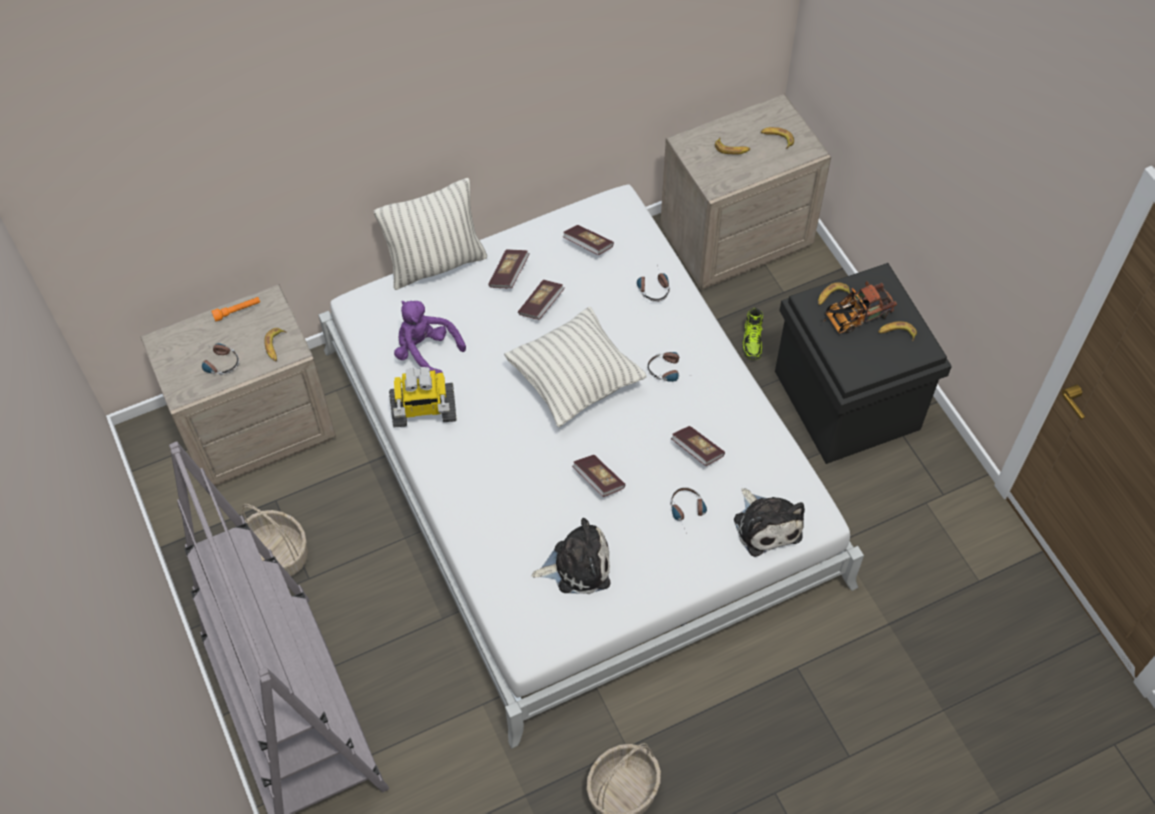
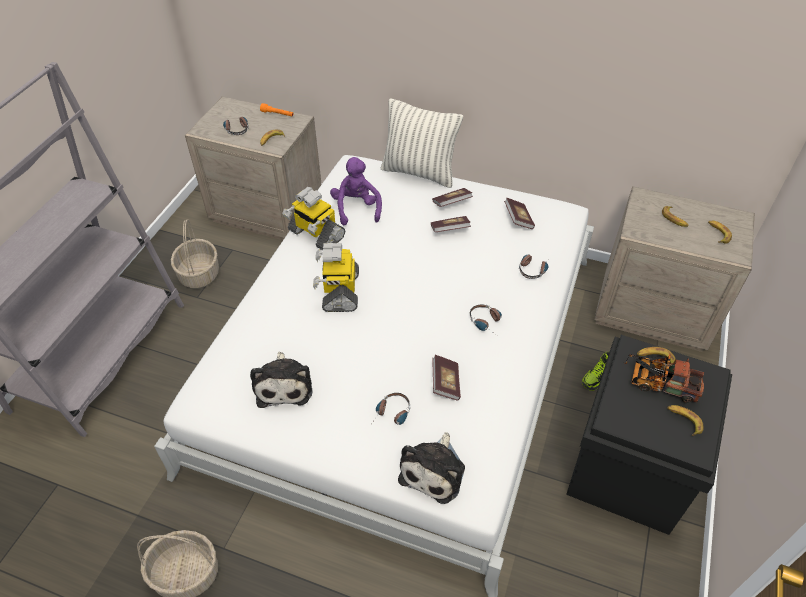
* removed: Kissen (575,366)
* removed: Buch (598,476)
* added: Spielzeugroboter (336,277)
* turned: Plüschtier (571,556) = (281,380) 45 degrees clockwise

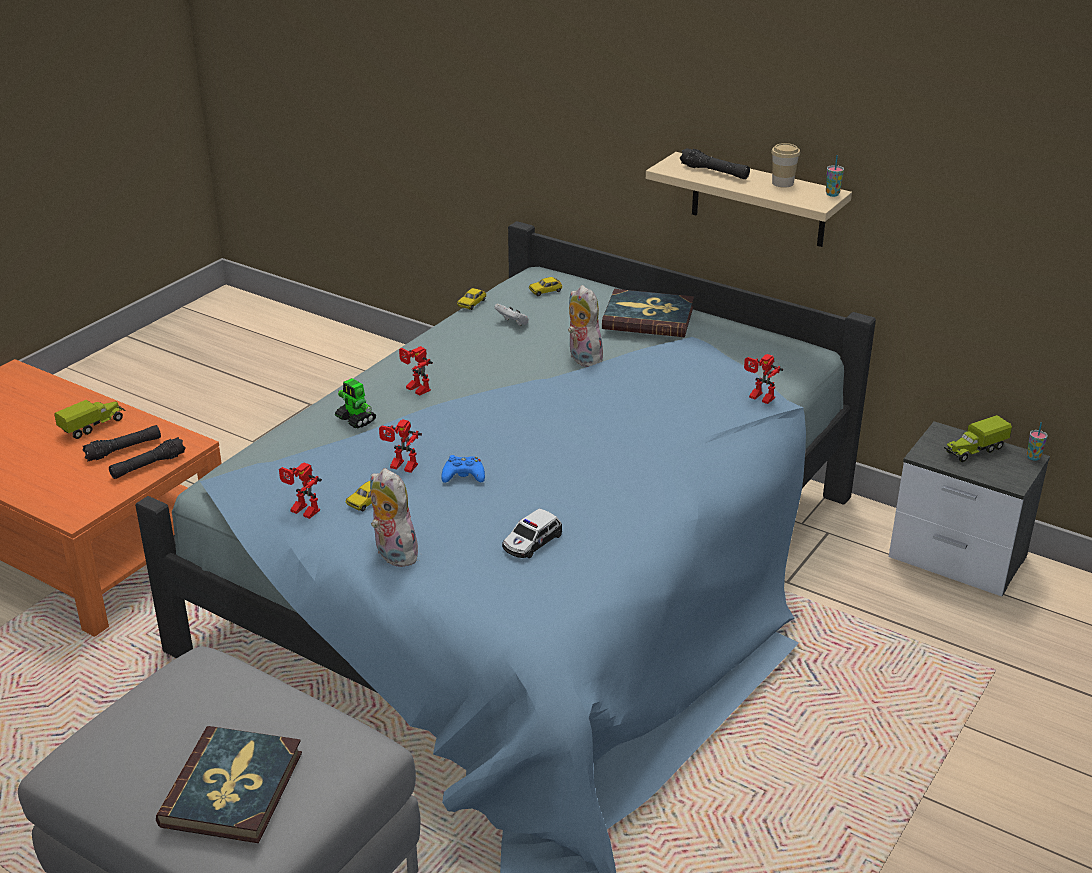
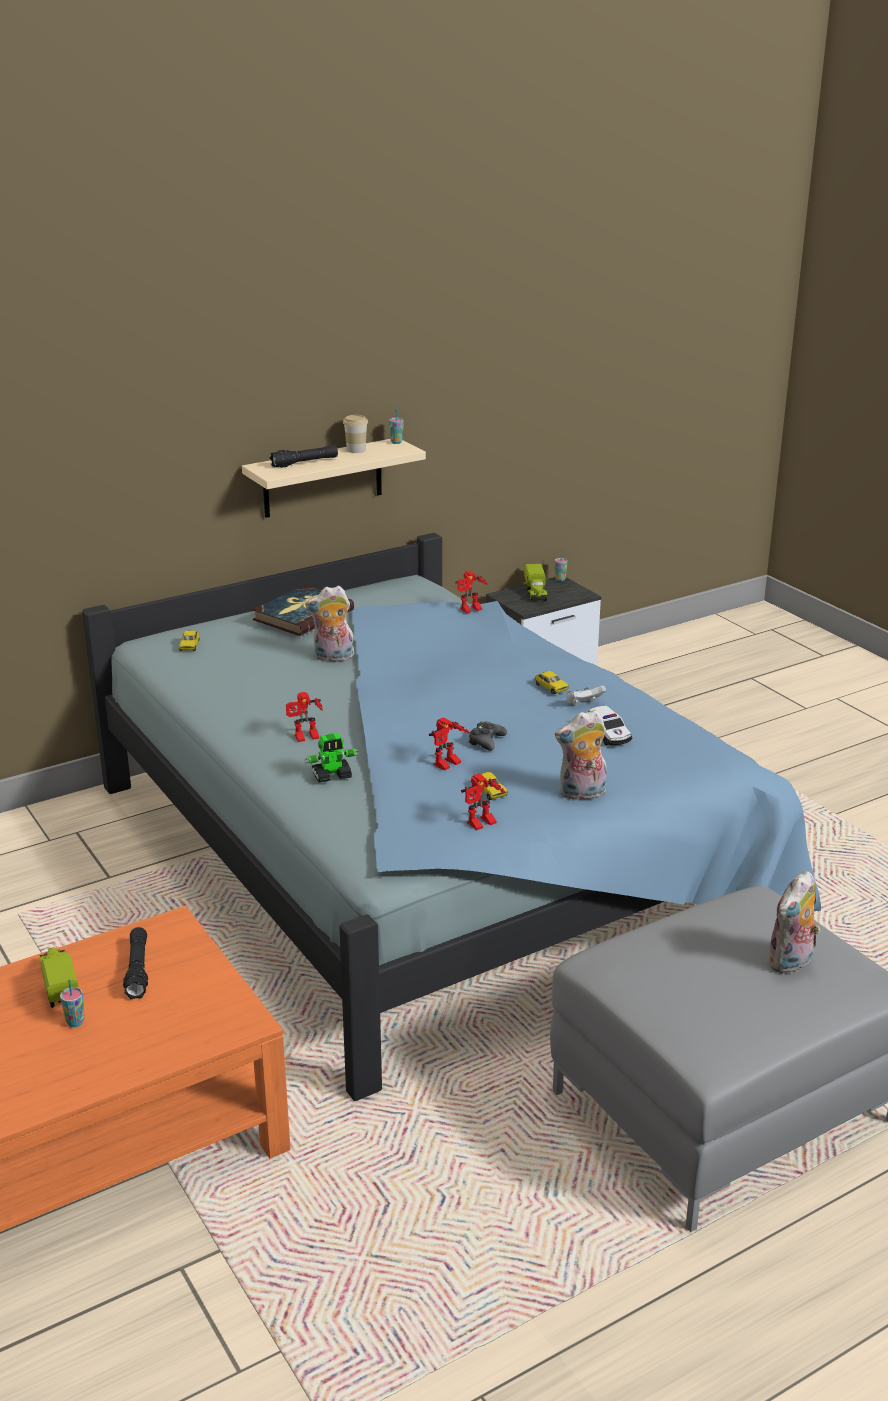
* removed: Taschenlampe/schwarz (147,458)
* added: Tasse (72,1003)
* moved: Spielzeugauto (471,299) to (552,683)
* moved: Gamepad/weiß (511,314) to (586,695)
* replaced: Buch (229,784) to Plüschtier (794,922)
* recoloured: Gamepad/blau (463,469) to Gamepad/schwarz (487,736)

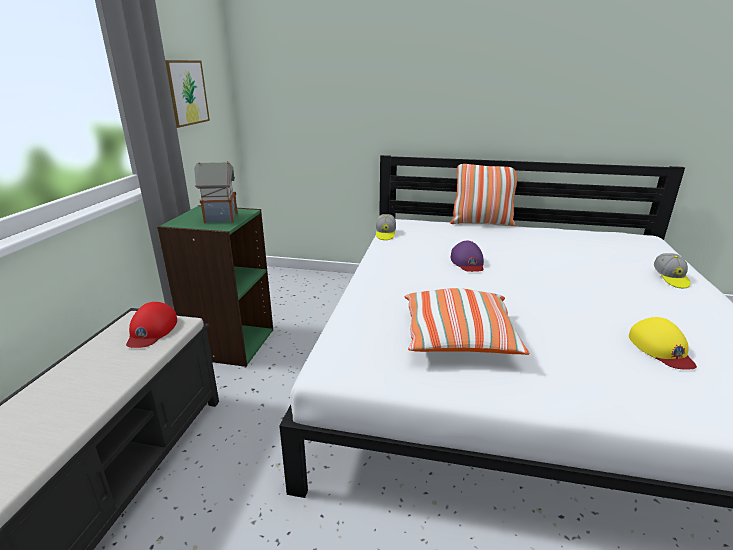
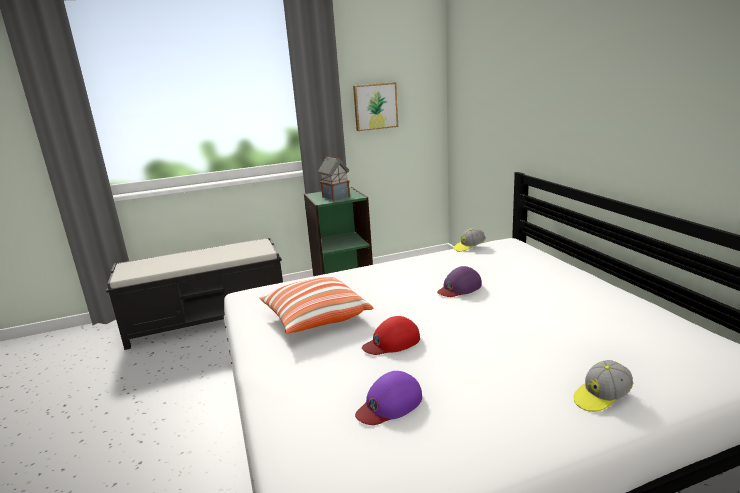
* removed: Kissen (483,195)
* moved: Kappe/rot (151,325) to (391,335)
* recoloured: Kappe/gelb (663,343) to Kappe/lila (388,398)

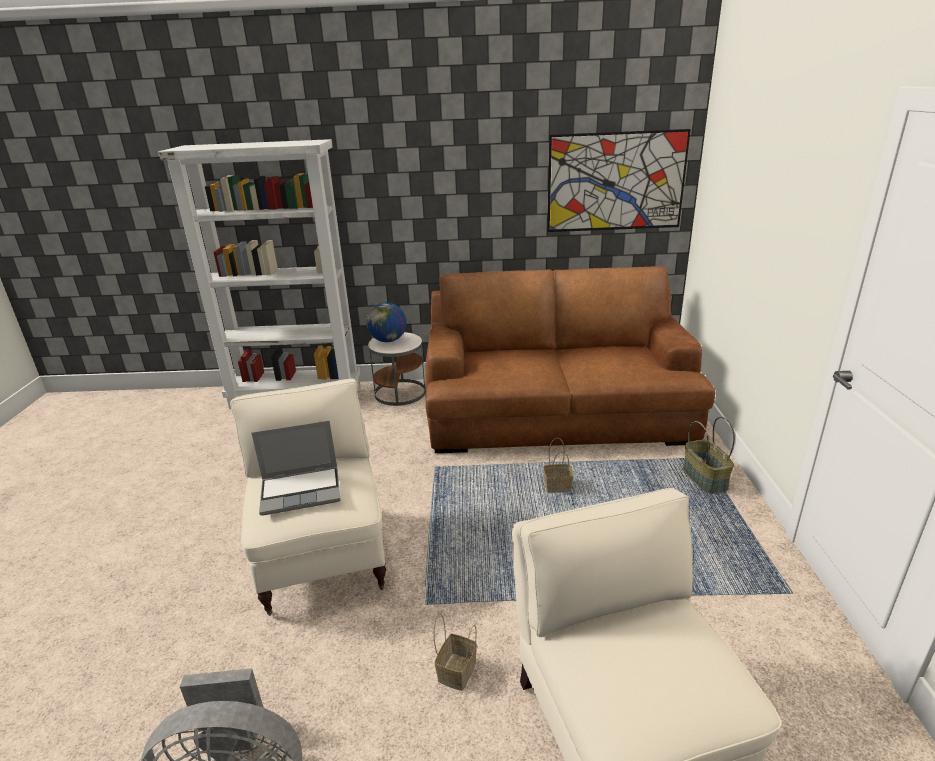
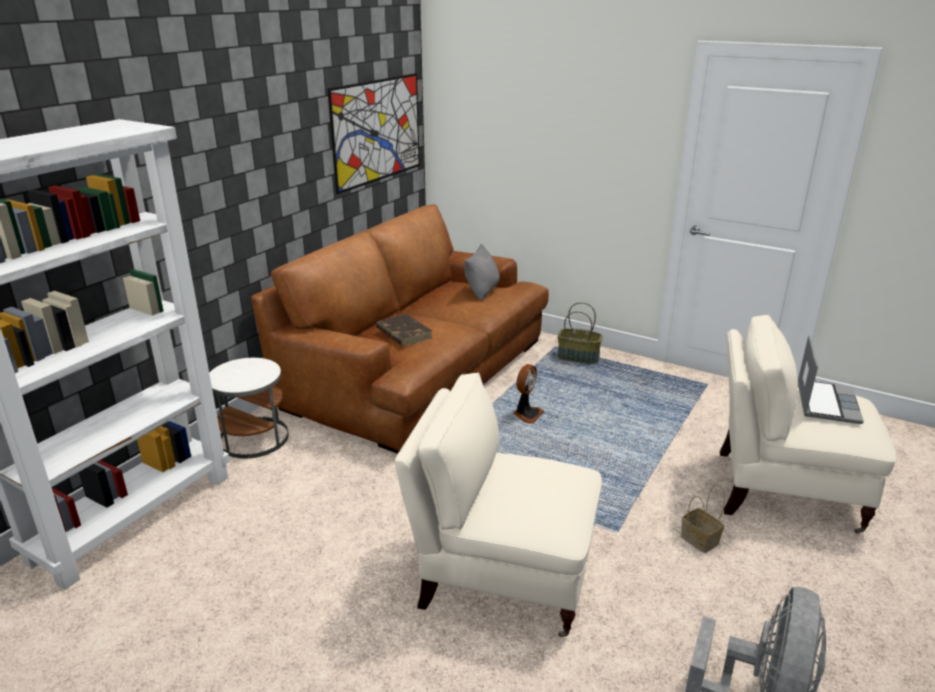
* removed: Globus (386,322)
* added: Buch/braun (404,330)
* added: Kissen/grau (482,272)
* moved: Laptop (295,467) to (831,380)
* replaced: Korb (558,465) to Ventilator (528,394)

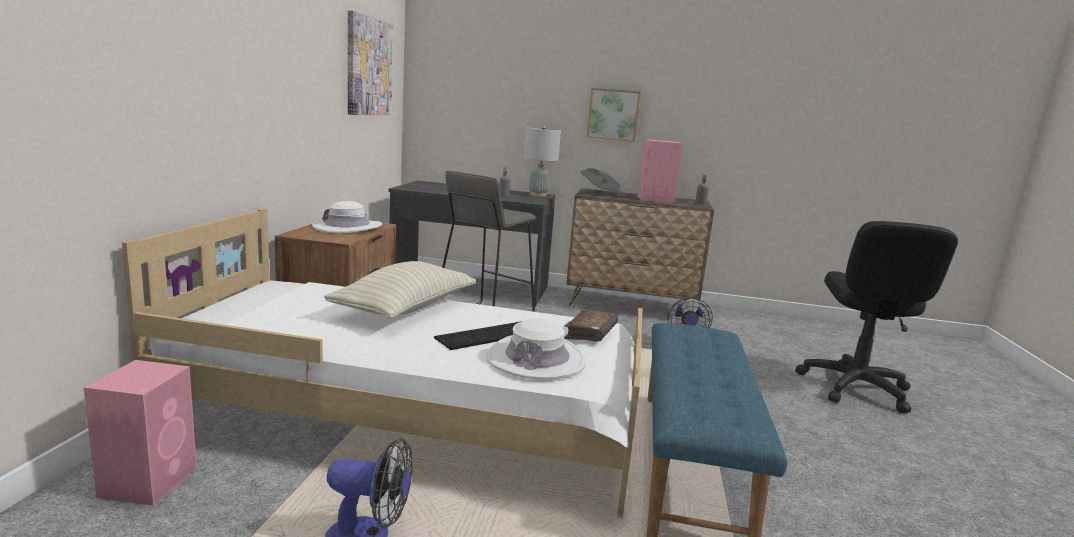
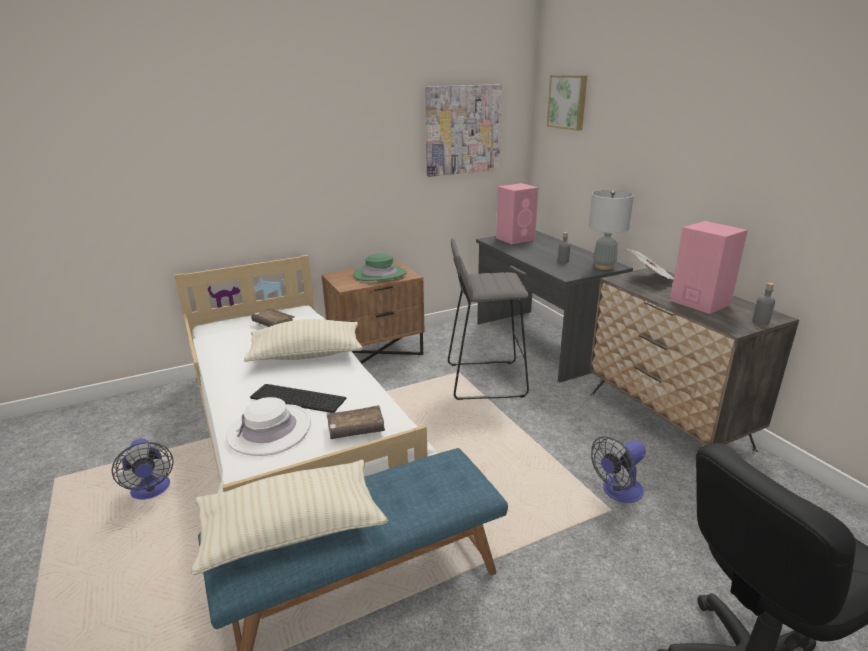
* added: Kissen/beige (289,517)
* added: Buch/braun (273,317)
* moved: Lautsprecher/rosa (140,433) to (517,213)
* moved: Bild (614,115) to (567,103)
* recoloured: Hut/weiß (347,217) to Hut/grün (380,267)

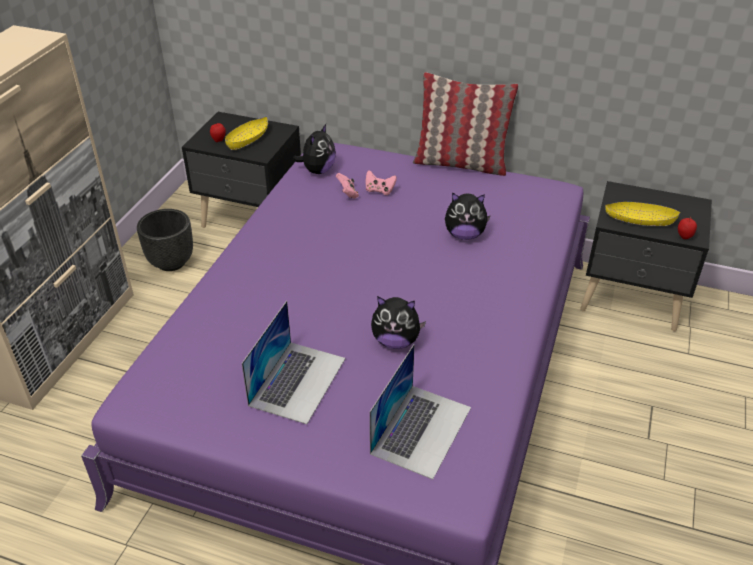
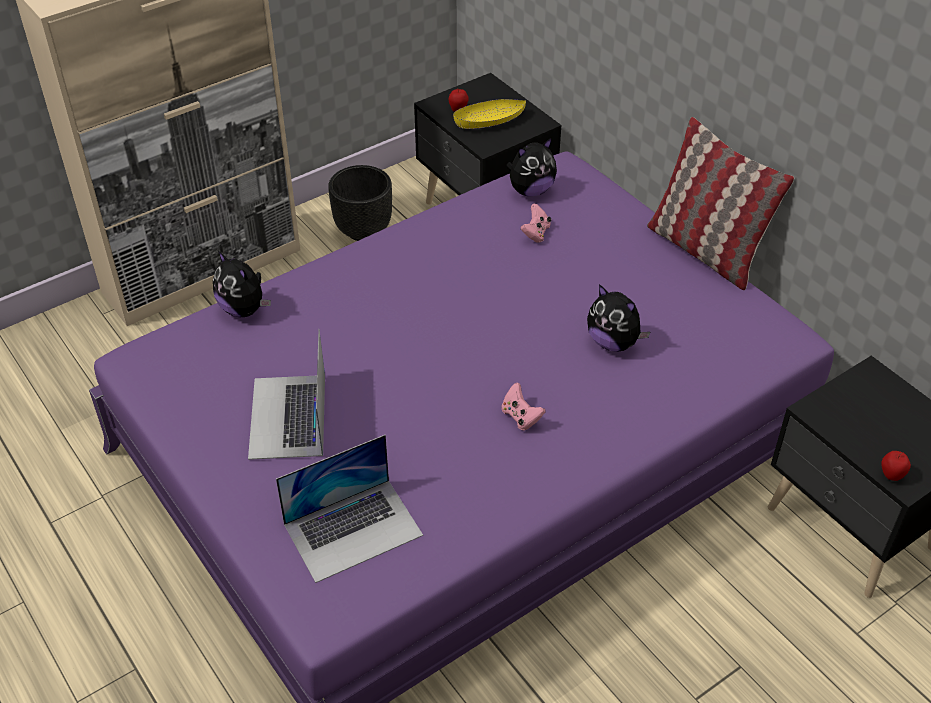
* removed: Schüssel/gelb (642,214)
* moved: Gamepad/rosa (381,182) to (523,406)
* moved: Plüschtier (398,322) to (242,284)
* turned: Laptop (293,362) = (286,394) 120 degrees clockwise

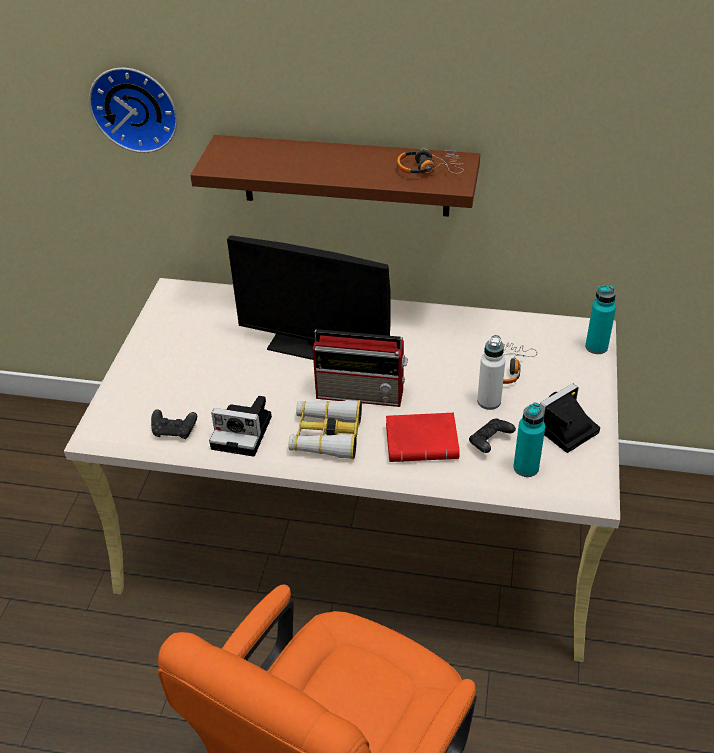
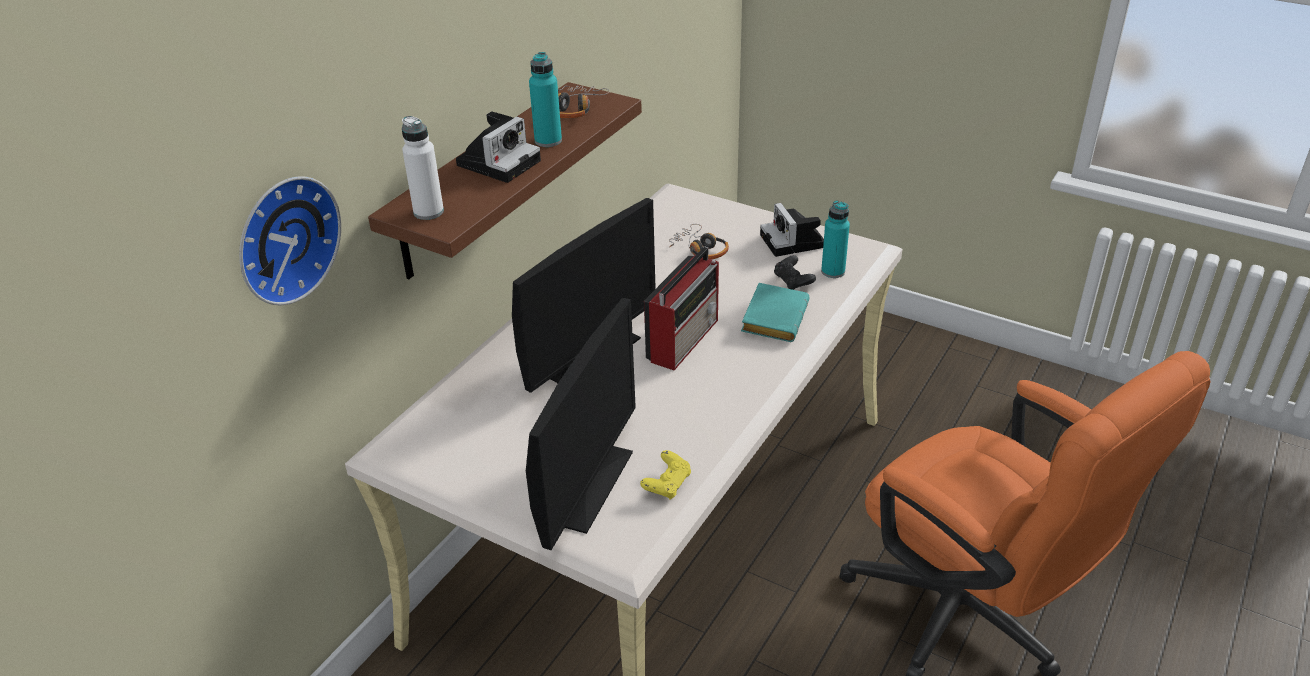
* removed: Fernglas (325,429)
* added: Monitor (581,424)
* moved: Kamera (240,426) to (498,147)
* moved: Flasche/weiß (491,372) to (423,168)
* moved: Flasche/türkis (600,319) to (545,99)
* recoloured: Gamepad/schwarz (174,424) to Gamepad/gelb (665,474)
* recoloured: Buch/rot (423,437) to Buch/türkis (775,312)

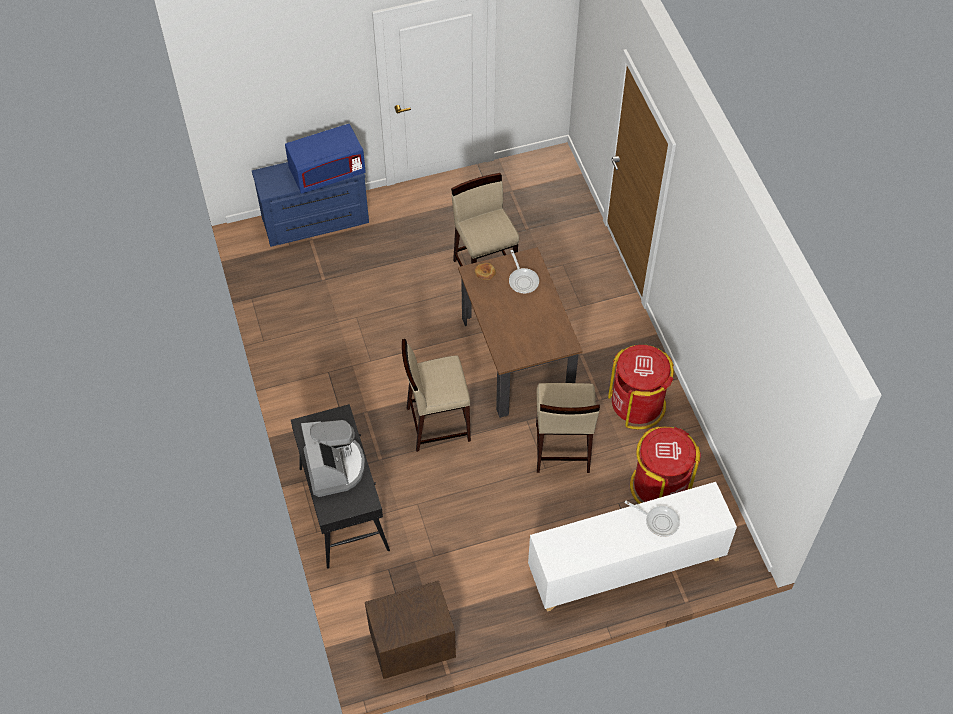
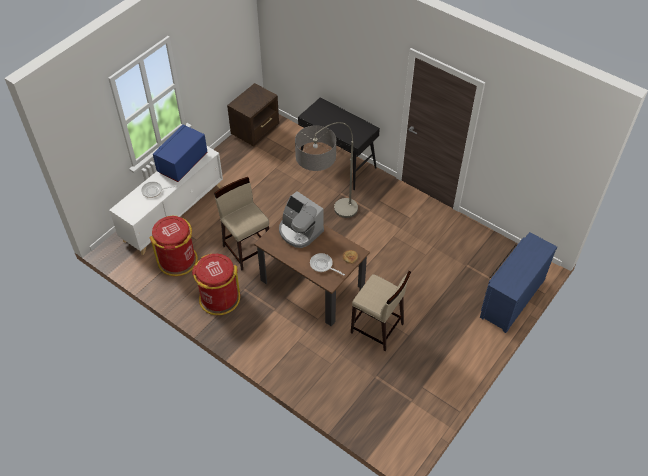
* moved: Mikrowelle/blau (325,159) to (180,153)
* moved: Kaffeemaschine (333,458) to (301,219)
* replaced: Hocker/beige (436,395) to Stehlampe (326,170)

